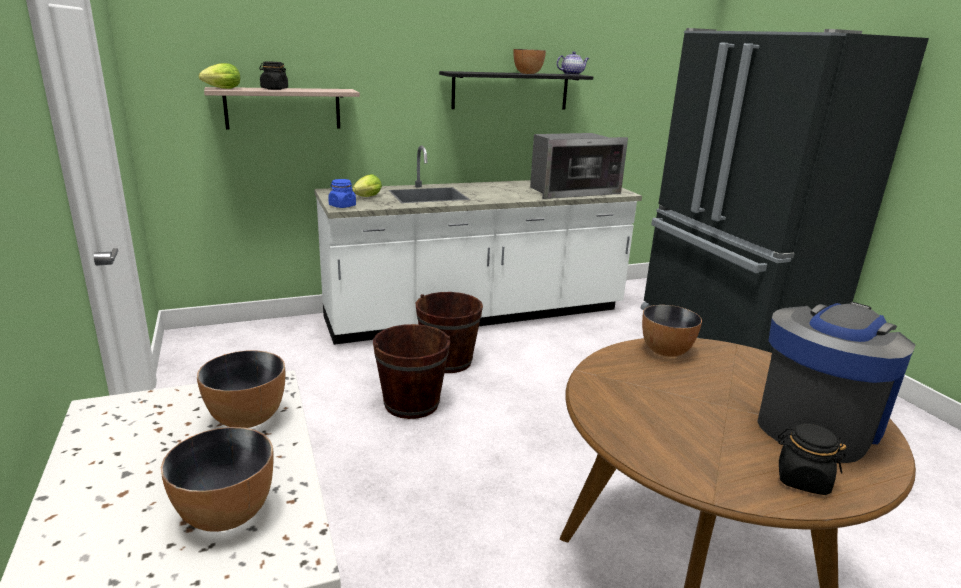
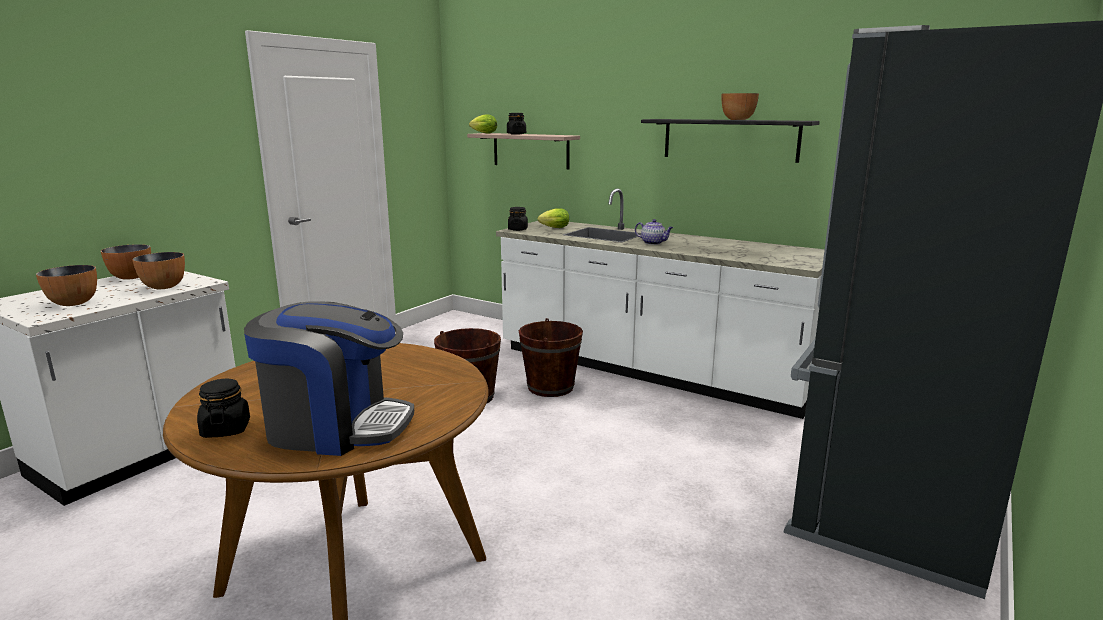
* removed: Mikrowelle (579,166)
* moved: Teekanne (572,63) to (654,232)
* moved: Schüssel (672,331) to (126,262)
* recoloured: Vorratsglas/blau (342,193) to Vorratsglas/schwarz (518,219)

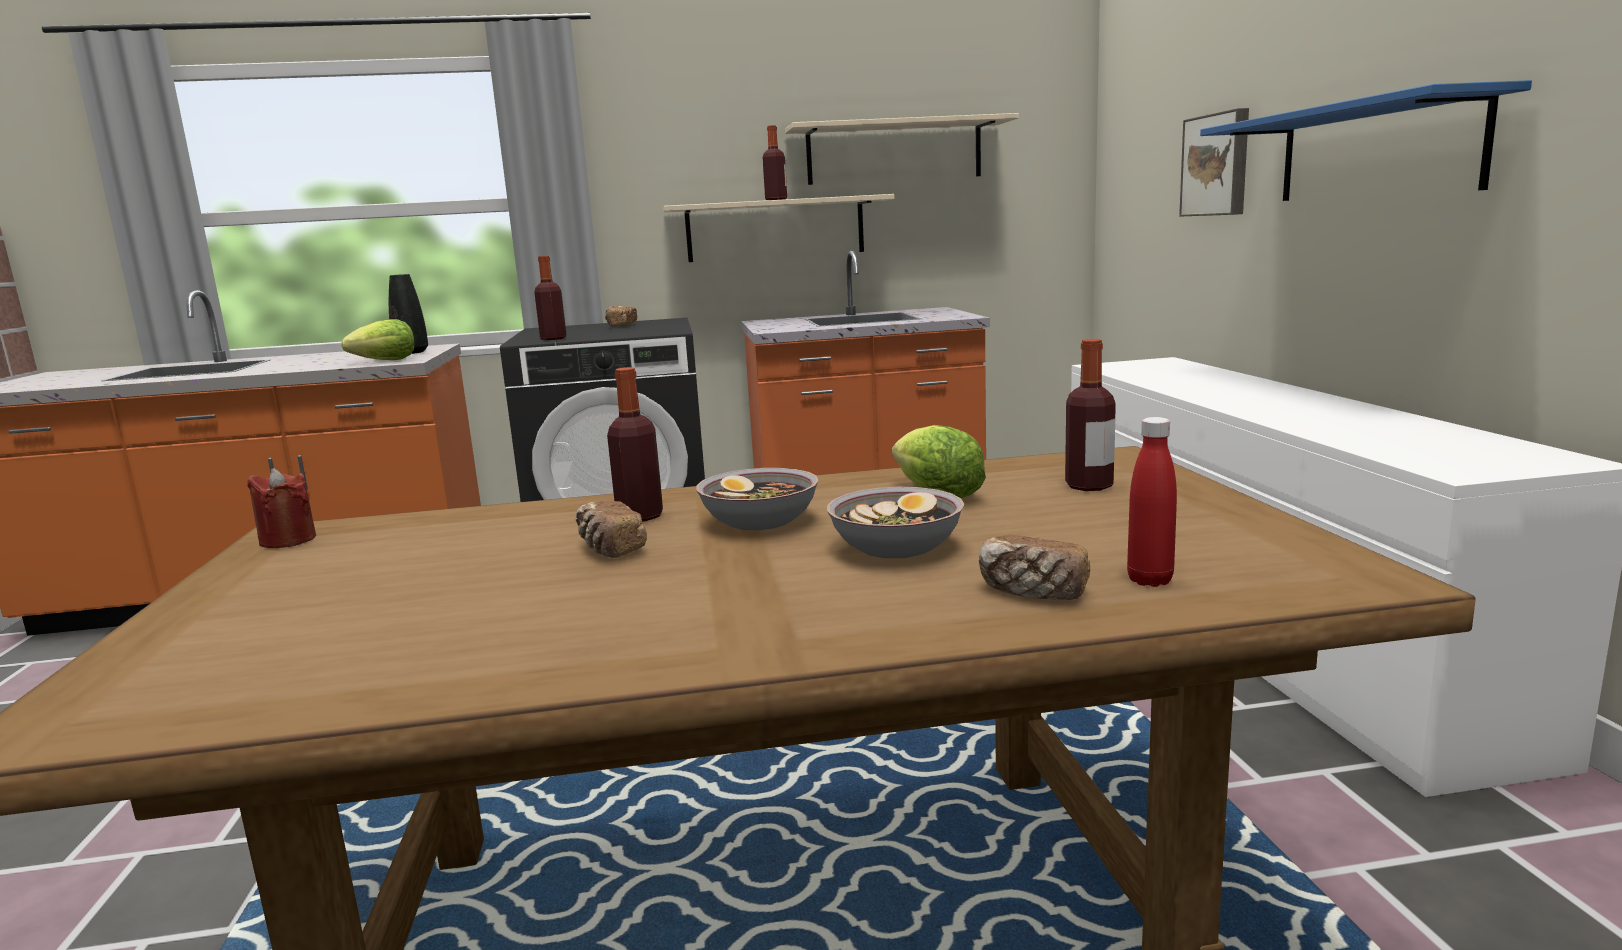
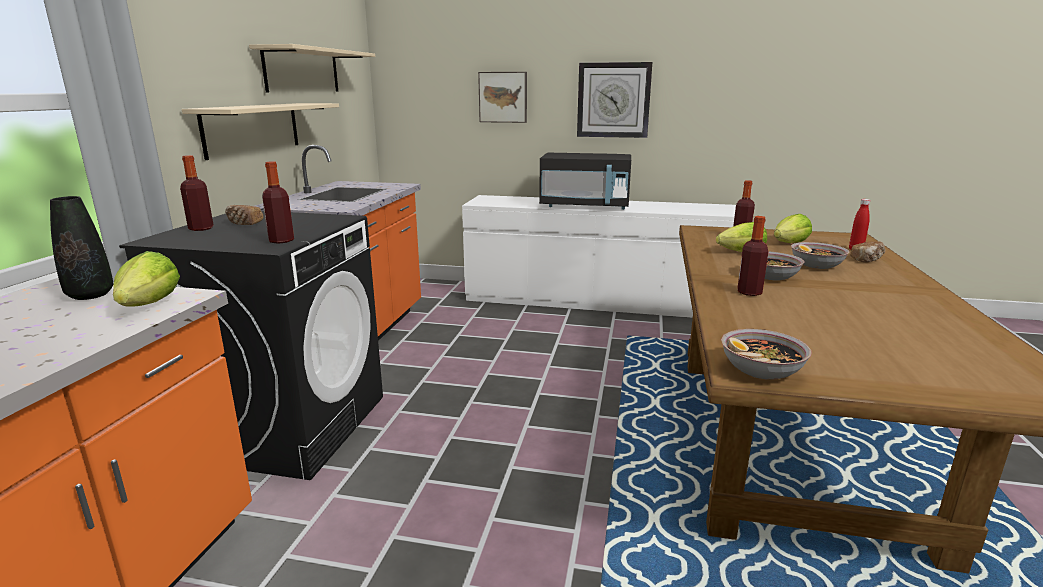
* removed: Brot (611,529)
* added: Mikrowelle/schwarz (585,181)
* added: Salatkopf (793,228)
* moved: Flasche (775,162) to (196,193)
* replaced: Kerze/rot (281,508) to Schüssel (766,354)
* replaced: Wandregal/blau (1366,140) to Wanduhr (614,100)

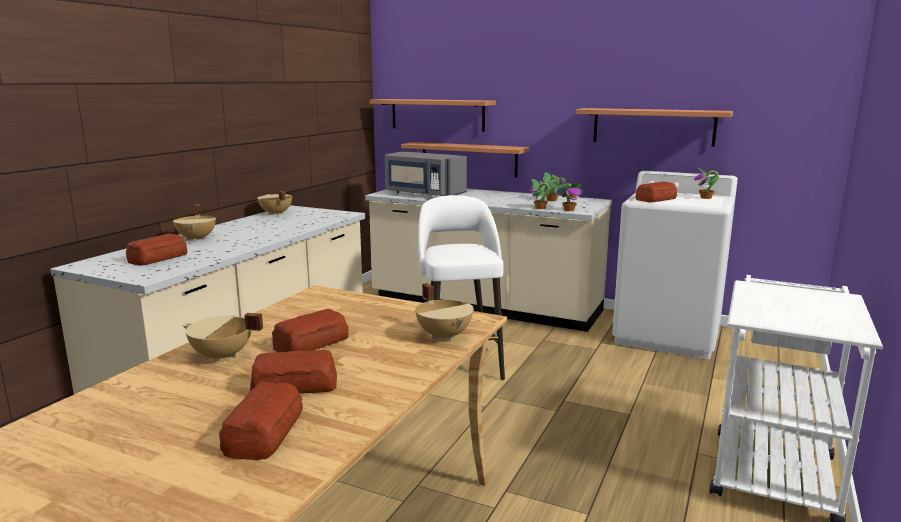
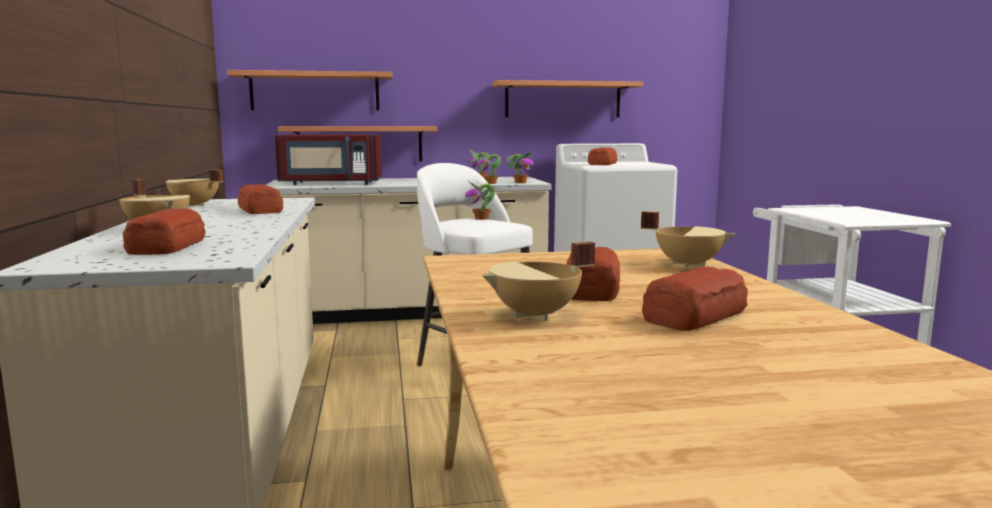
* moved: Brot (261,421) to (261,199)
* moved: Topfpflanze (706,183) to (480,200)
* recoloured: Mikrowelle/grau (426,173) to Mikrowelle/rot (328,159)

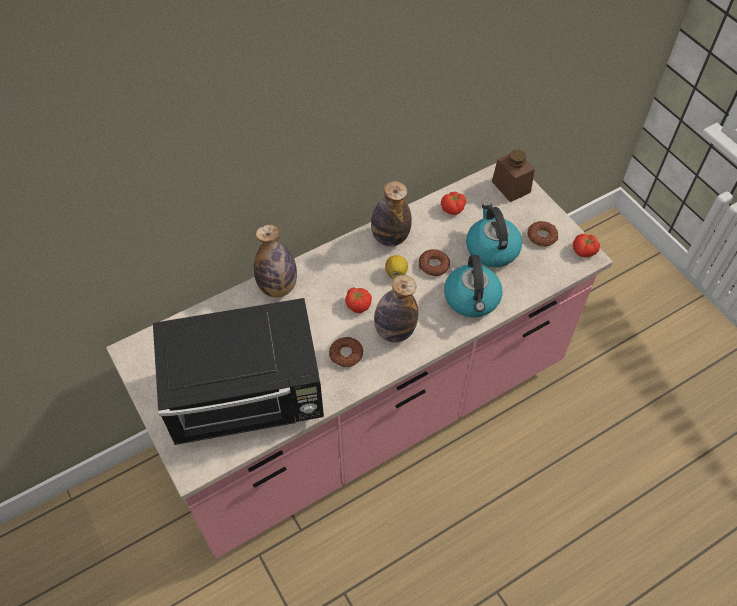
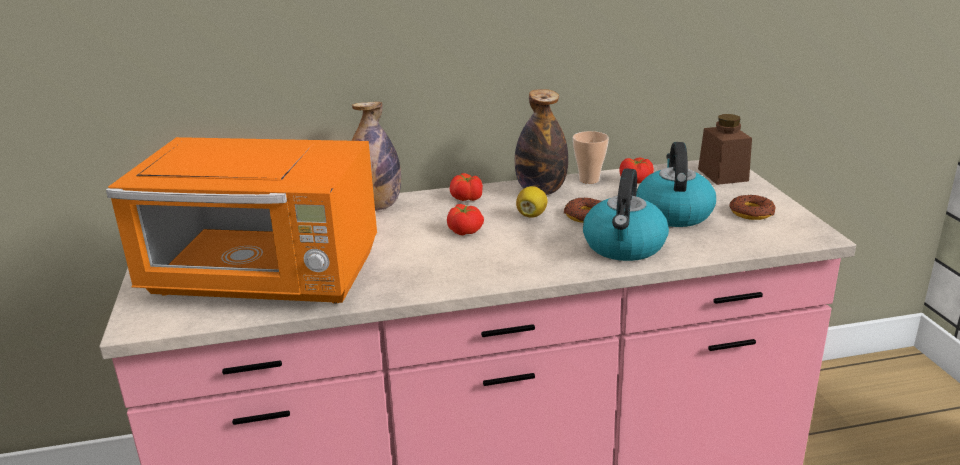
* removed: Donut (346,352)
* removed: Flasche (396,308)
* added: Tasse (591,157)
* moved: Tomate (586,245) to (466,187)
* recoloured: Mikrowelle/schwarz (238,371) to Mikrowelle/orange (241,220)

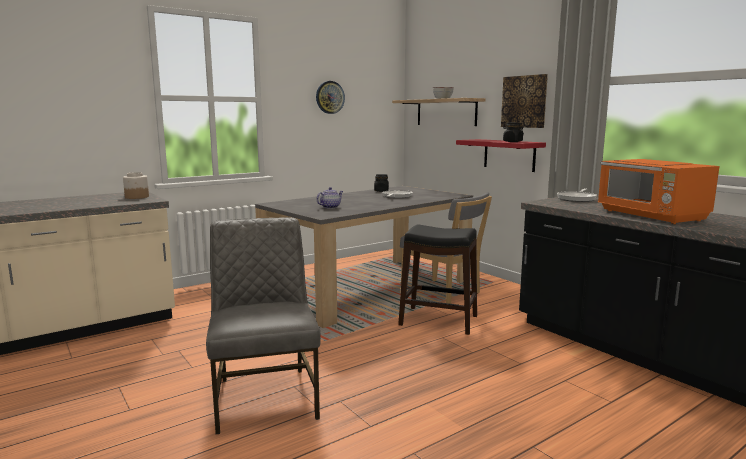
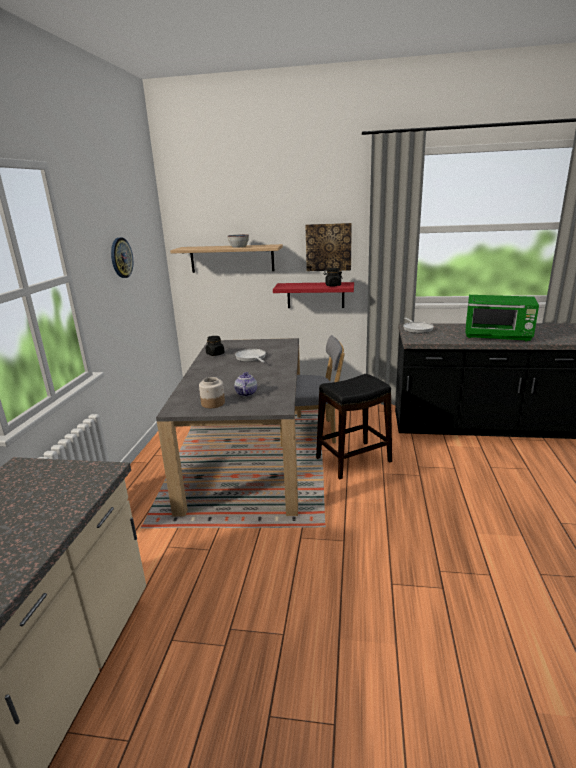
* removed: Stuhl/grau (263,325)
* moved: Vorratsglas (136,185) to (212,392)
* recoloured: Mikrowelle/orange (659,191) to Mikrowelle/grün (502,318)

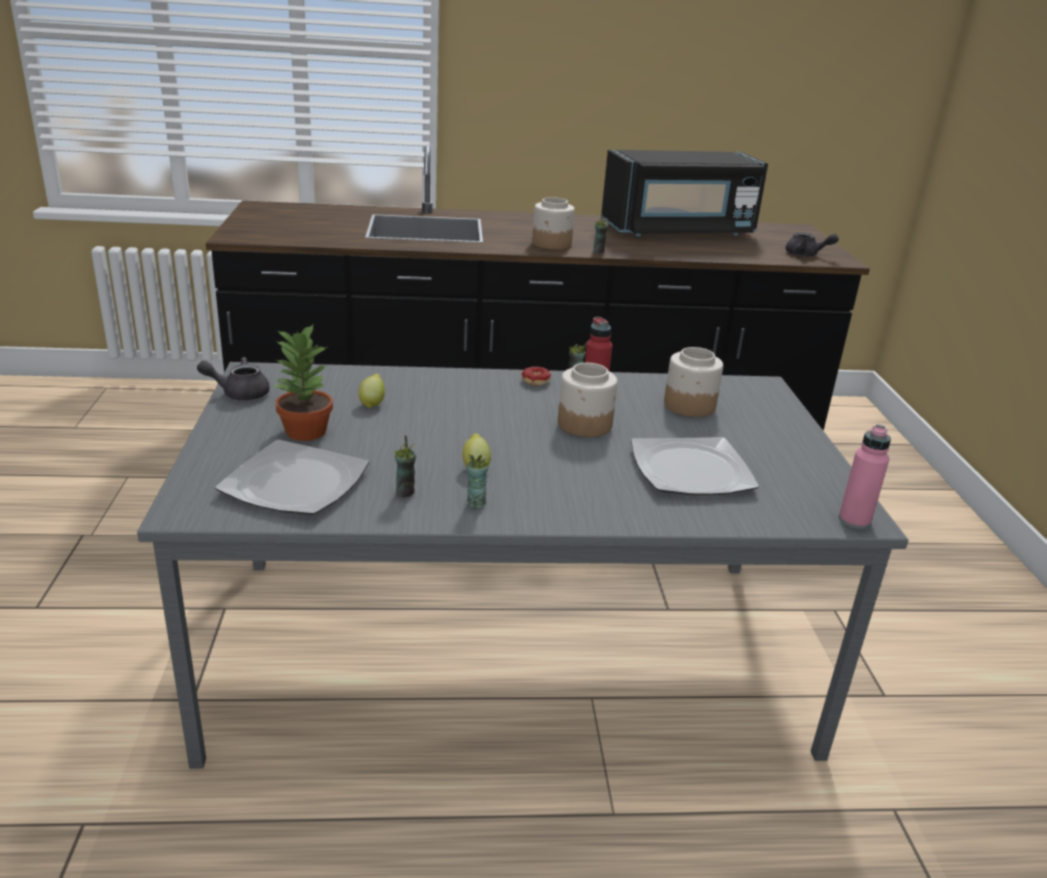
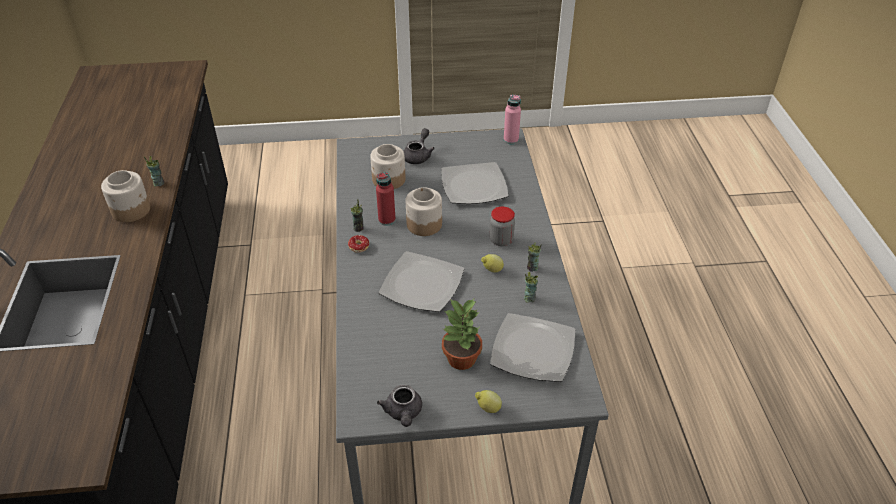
* removed: Mikrowelle/schwarz (685,193)
* added: Teller (421,281)
* added: Vorratsglas (502,226)
* moved: Zitrone (371,391) to (488,401)
* moved: Teekanne/grau (812,244) to (419,146)

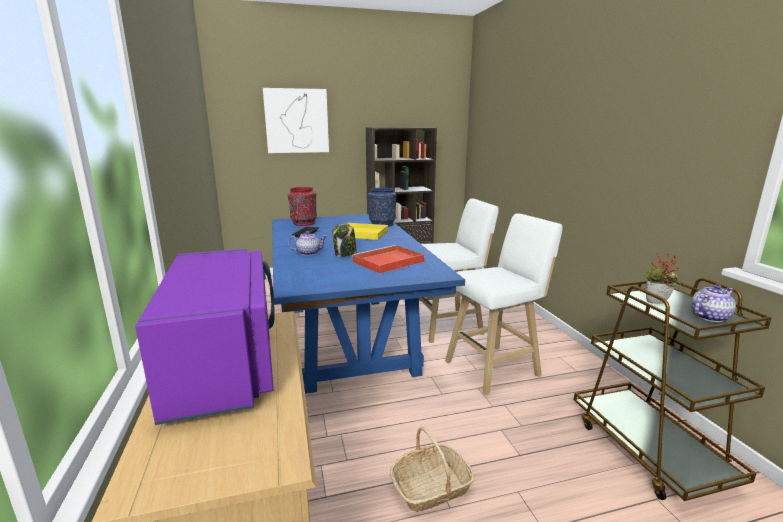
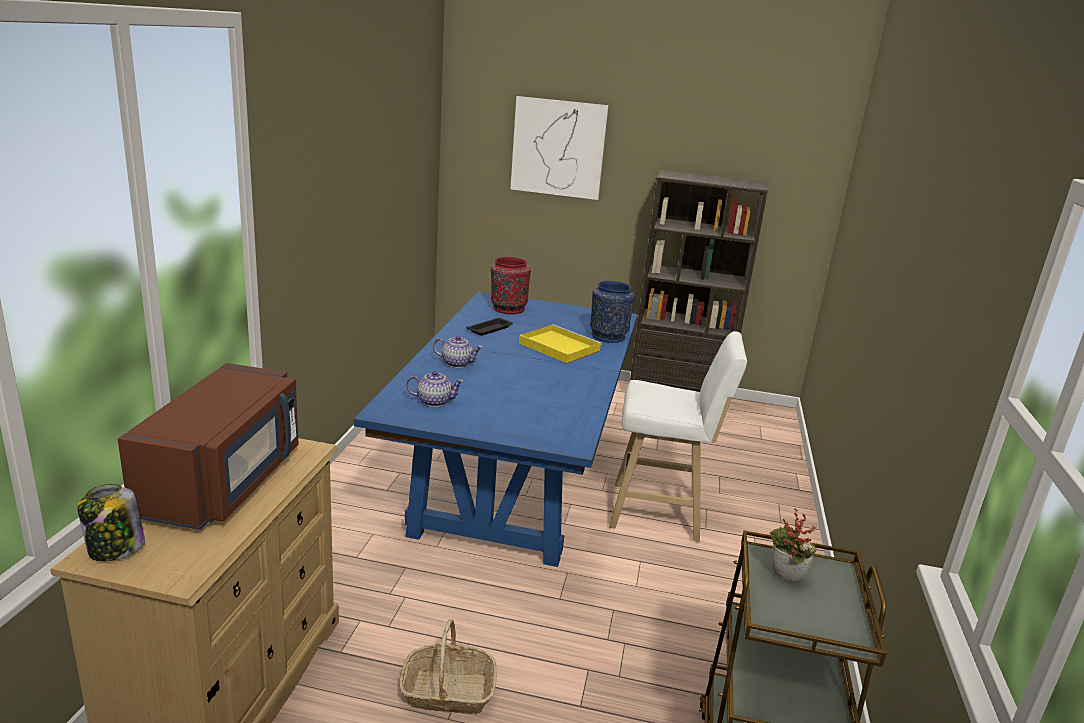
* removed: Tablett/rot (388,259)
* removed: Hocker/weiß (504,304)
* moved: Vorratsglas (344,240) to (111,522)
* moved: Teekanne (713,303) to (435,389)
* recoloured: Mikrowelle/lila (204,337) to Mikrowelle/braun (208,446)

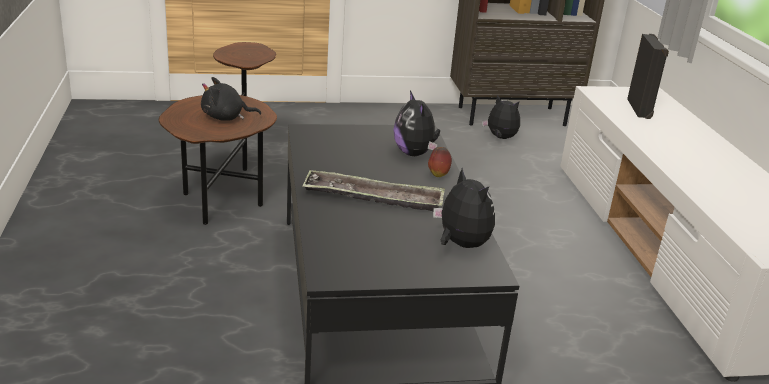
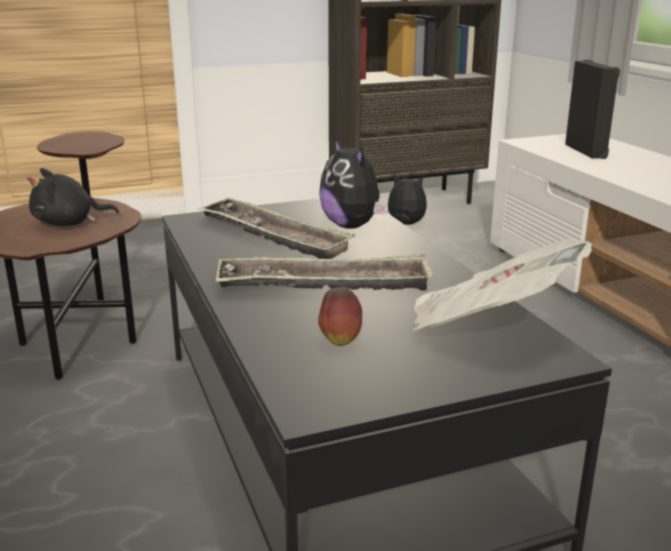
* added: Tablett (276,228)
* moved: Apfel (440,162) to (340,316)
* replaced: Plüschtier (464,208) to Zeitung (502,284)

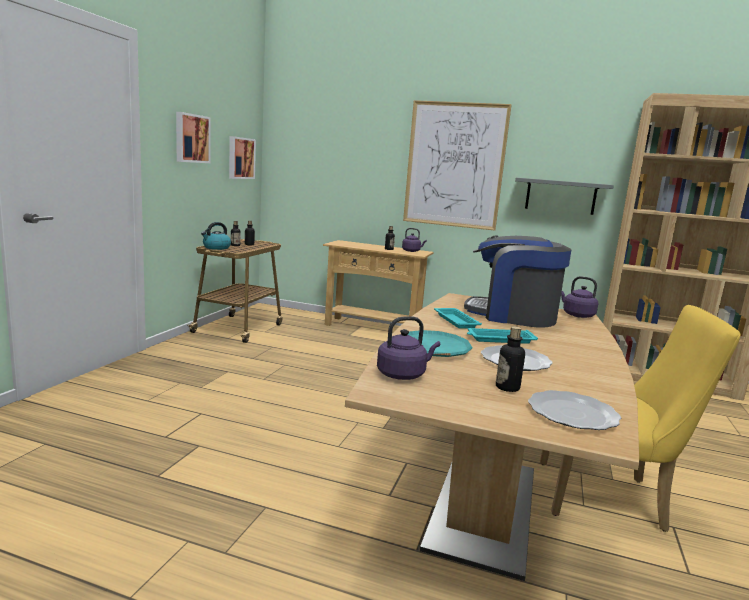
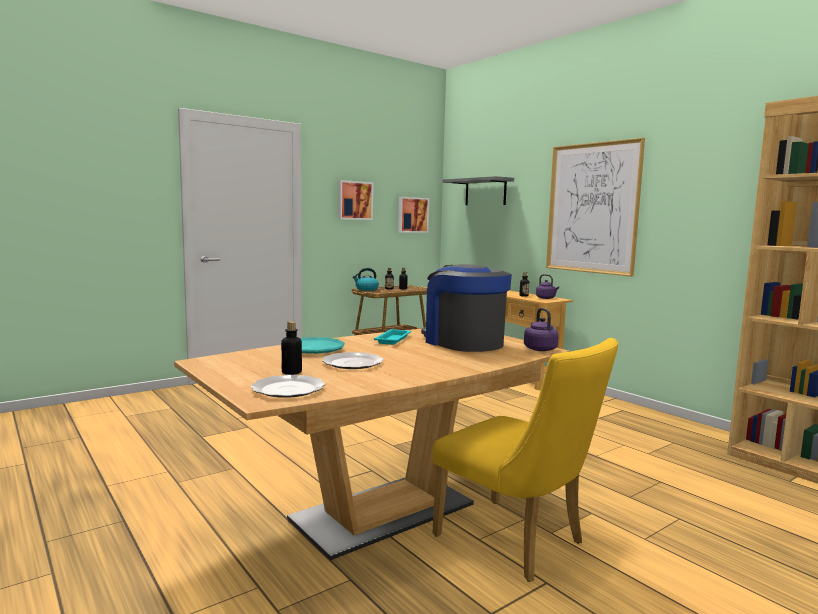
* removed: Wasserkessel/lila (408,348)
* removed: Tablett/türkis (502,336)
* moved: Wandregal/grau (564,196) to (478,190)

